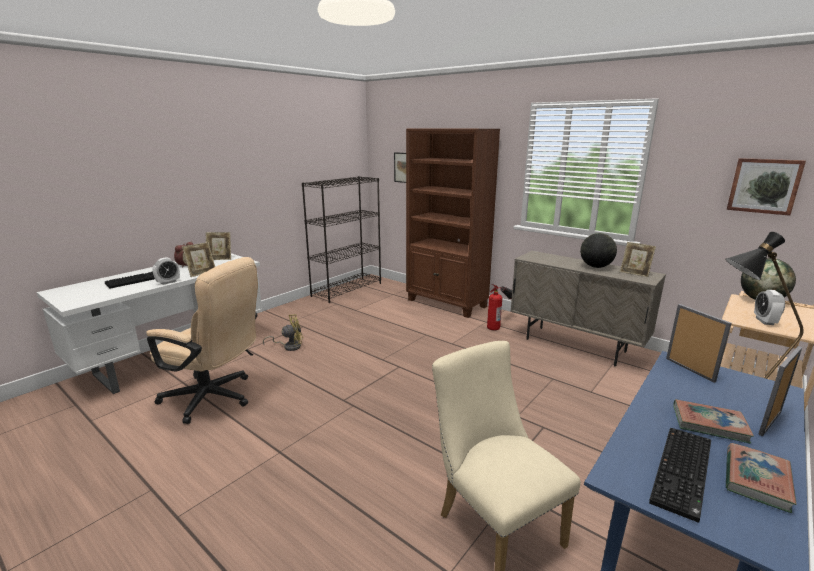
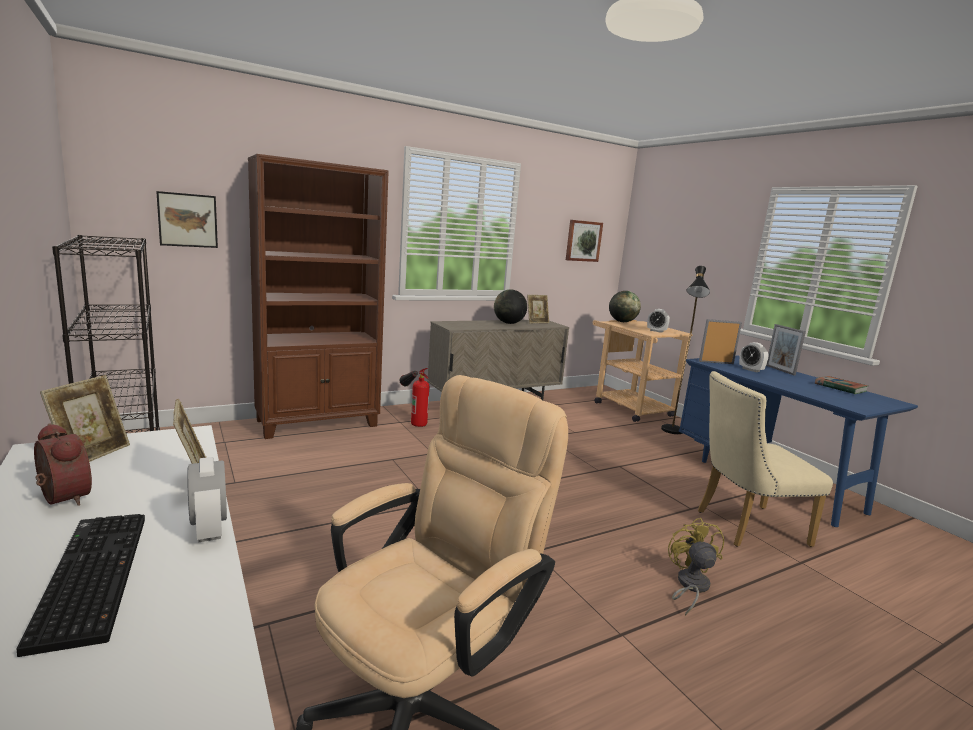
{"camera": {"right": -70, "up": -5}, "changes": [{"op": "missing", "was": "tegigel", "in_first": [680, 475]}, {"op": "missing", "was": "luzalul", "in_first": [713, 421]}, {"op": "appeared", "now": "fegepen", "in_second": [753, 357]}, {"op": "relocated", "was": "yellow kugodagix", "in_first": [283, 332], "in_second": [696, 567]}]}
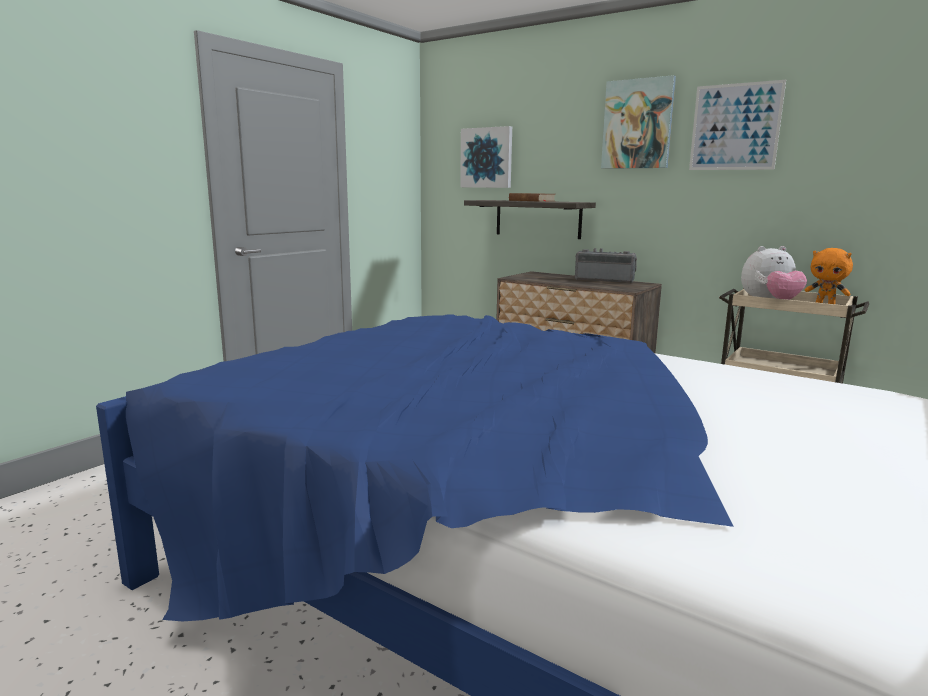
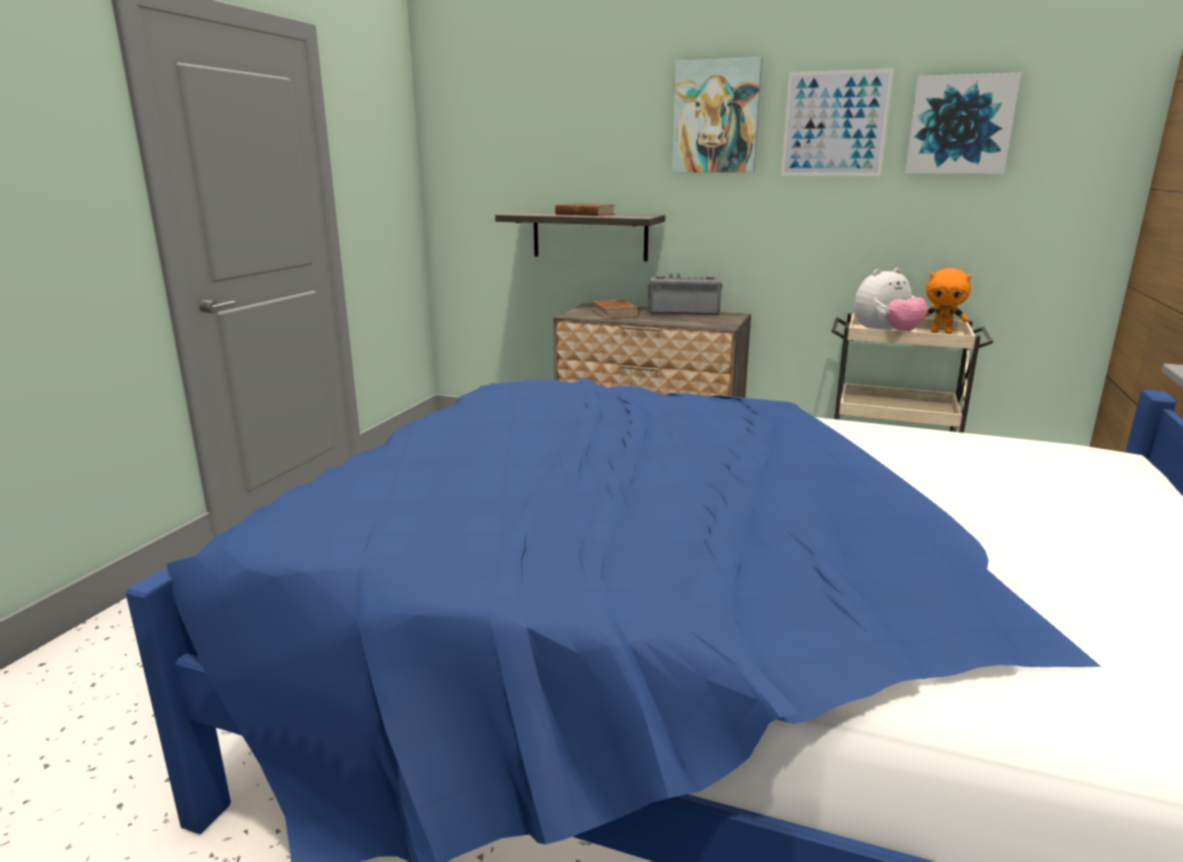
{"camera": {"right": -15, "up": 5}, "changes": [{"op": "appeared", "now": "brown luzalul", "in_second": [615, 309]}, {"op": "relocated", "was": "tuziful", "in_first": [486, 157], "in_second": [963, 123]}]}
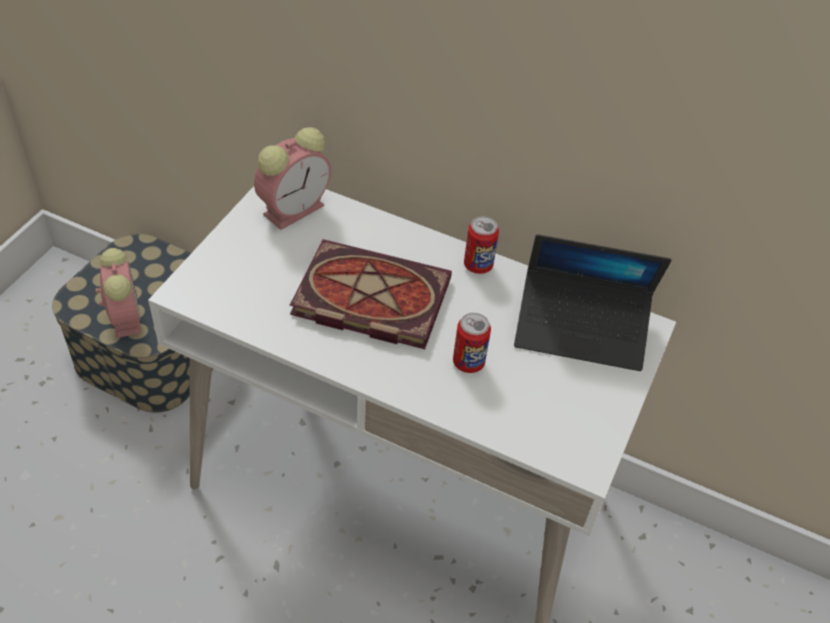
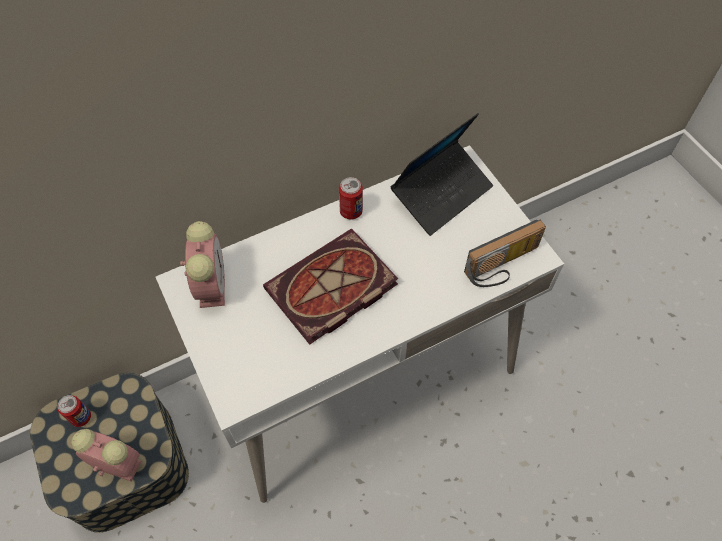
{"camera": {"right": -50, "up": 10}, "changes": [{"op": "appeared", "now": "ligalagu", "in_second": [505, 253]}, {"op": "relocated", "was": "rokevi", "in_first": [472, 343], "in_second": [74, 411]}]}
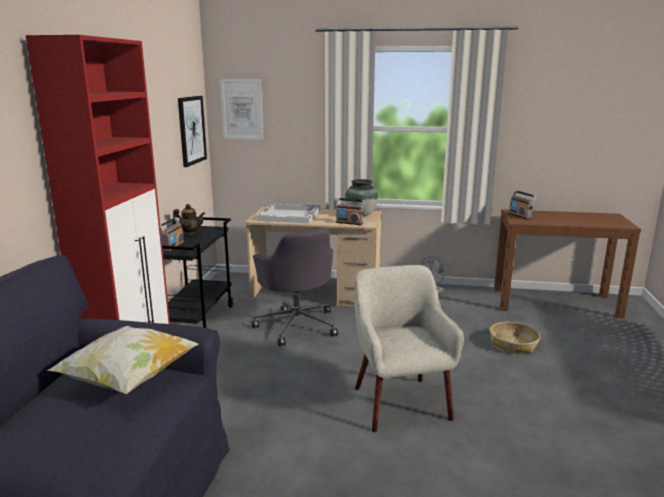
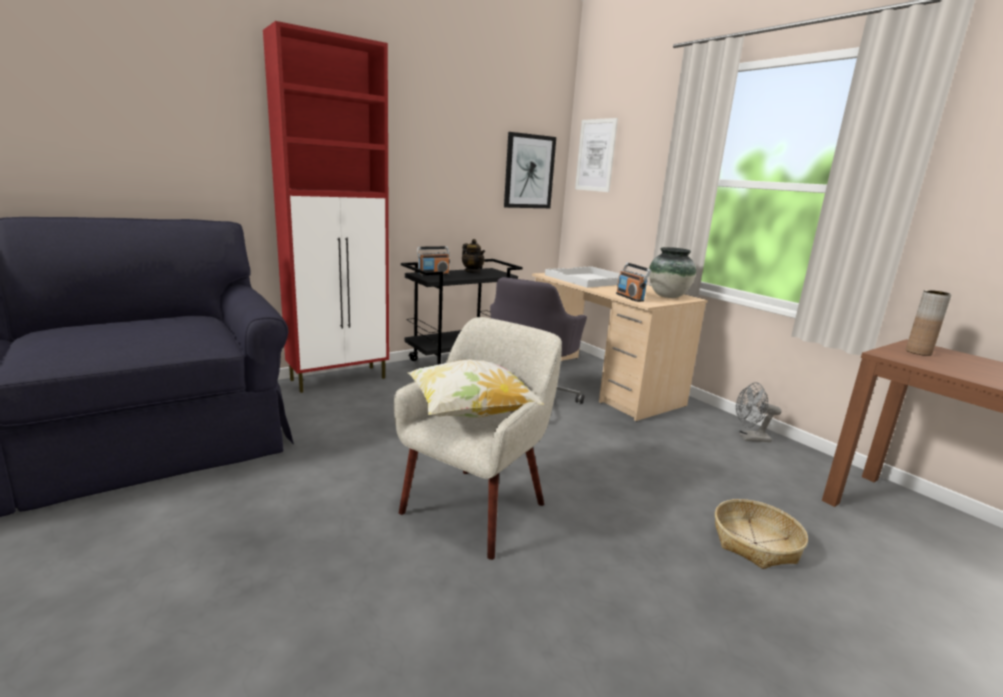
{"camera": {"right": 45, "up": 0}, "changes": [{"op": "relocated", "was": "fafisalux", "in_first": [123, 360], "in_second": [475, 388]}, {"op": "exchanged", "was": "ligalagu", "now": "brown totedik", "in_first": [522, 204], "in_second": [929, 323]}]}
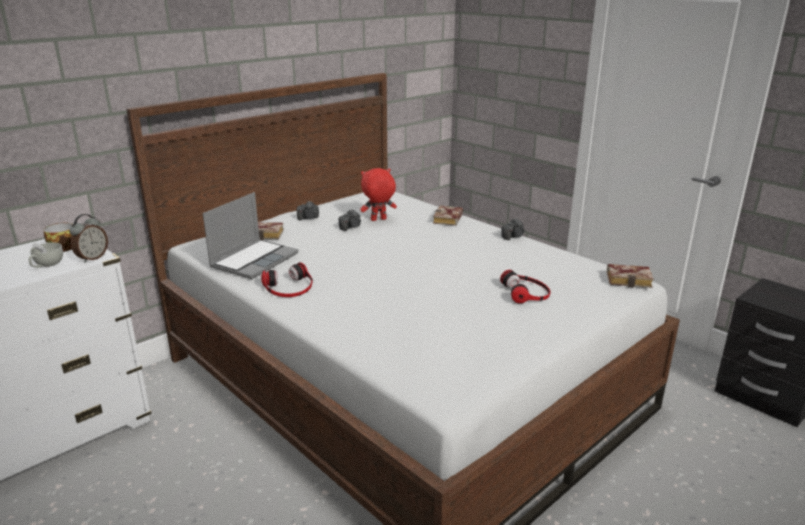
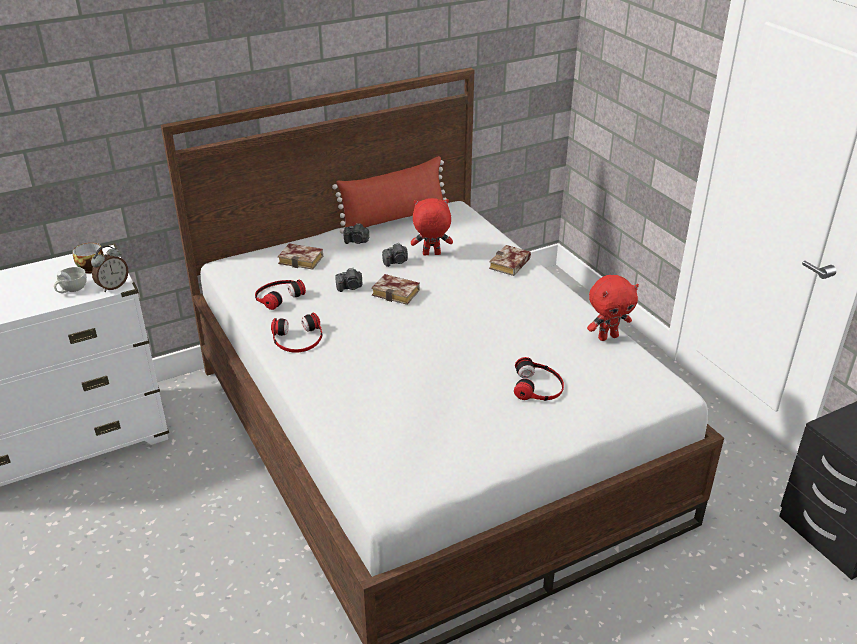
{"camera": {"right": 15, "up": 10}, "changes": [{"op": "appeared", "now": "red fafisalux", "in_second": [390, 195]}, {"op": "appeared", "now": "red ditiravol", "in_second": [613, 308]}, {"op": "relocated", "was": "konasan", "in_first": [513, 229], "in_second": [349, 280]}, {"op": "relocated", "was": "luzalul", "in_first": [630, 276], "in_second": [396, 289]}, {"op": "exchanged", "was": "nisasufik", "now": "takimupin", "in_first": [251, 235], "in_second": [280, 295]}]}
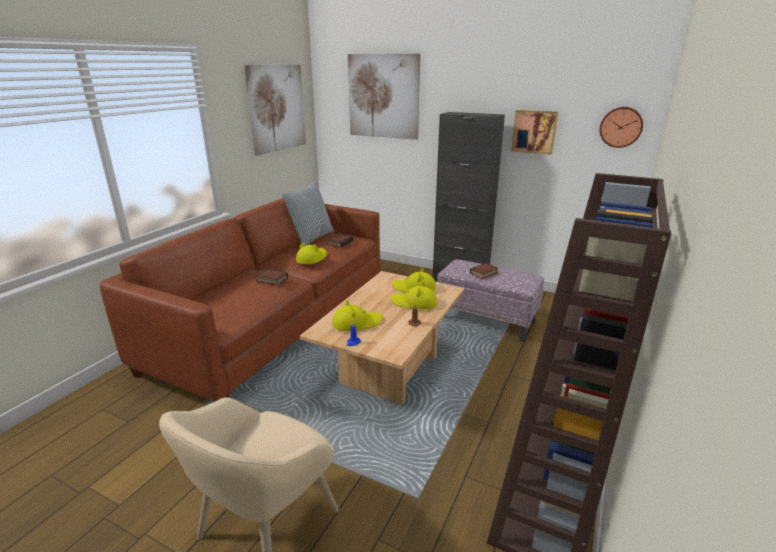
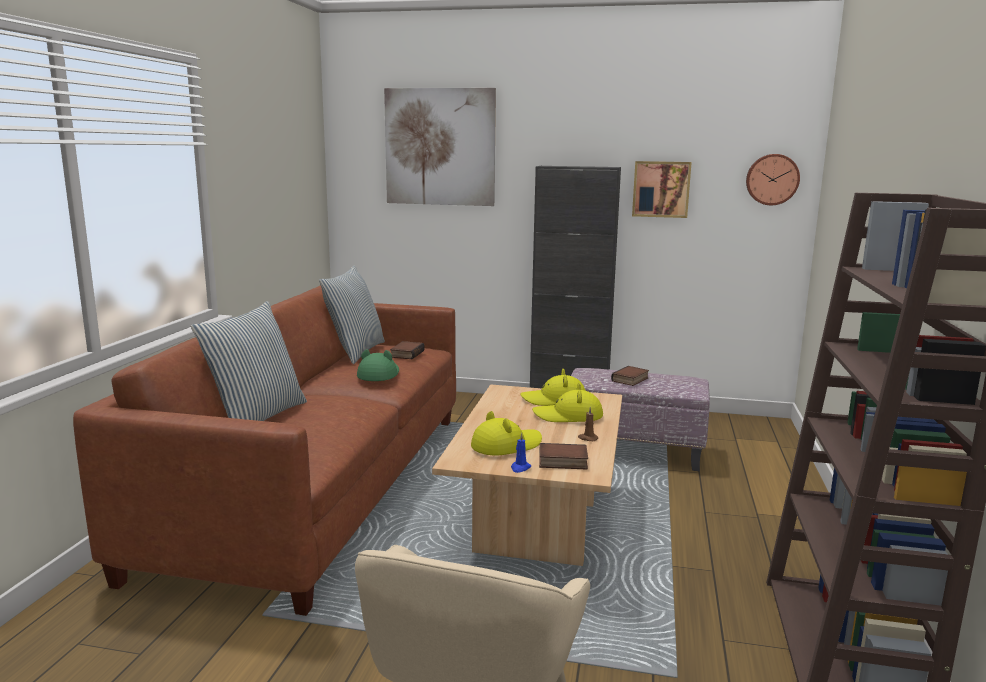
{"camera": {"right": -15, "up": -10}, "changes": [{"op": "missing", "was": "tuziful", "in_first": [275, 110]}, {"op": "appeared", "now": "fafisalux", "in_second": [249, 361]}, {"op": "relocated", "was": "luzalul", "in_first": [271, 277], "in_second": [563, 456]}, {"op": "colour", "was": "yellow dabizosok", "now": "green dabizosok", "in_first": [311, 253], "in_second": [378, 365]}]}
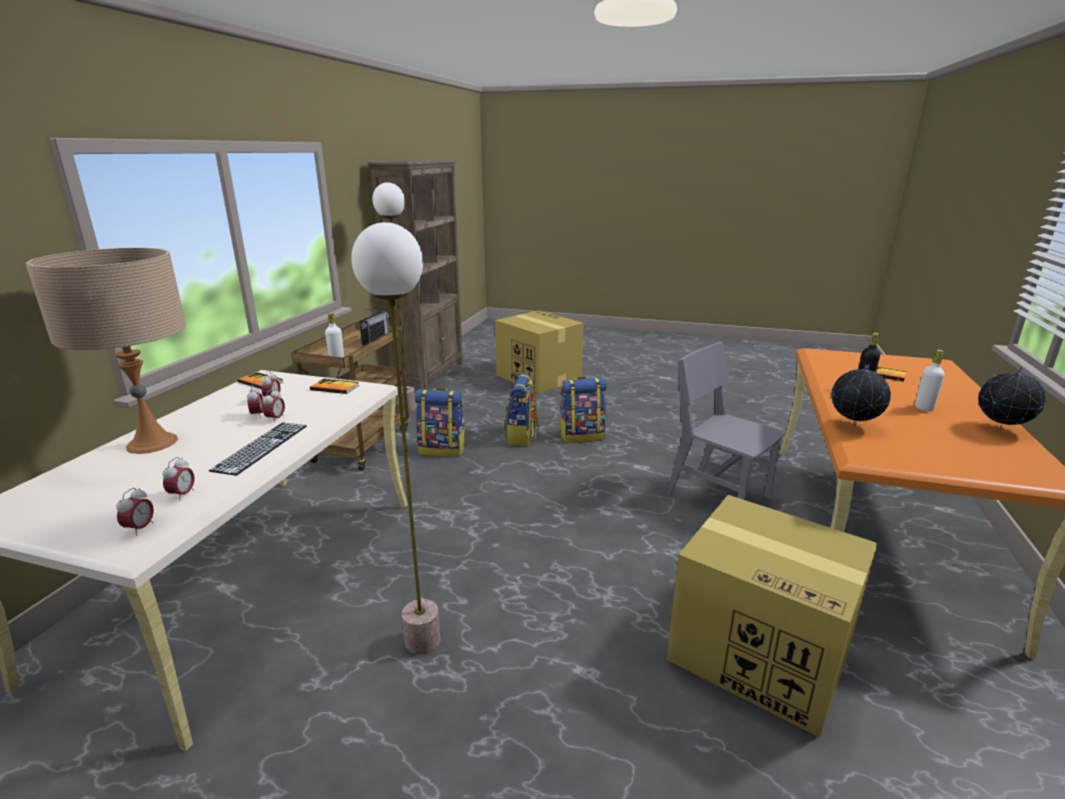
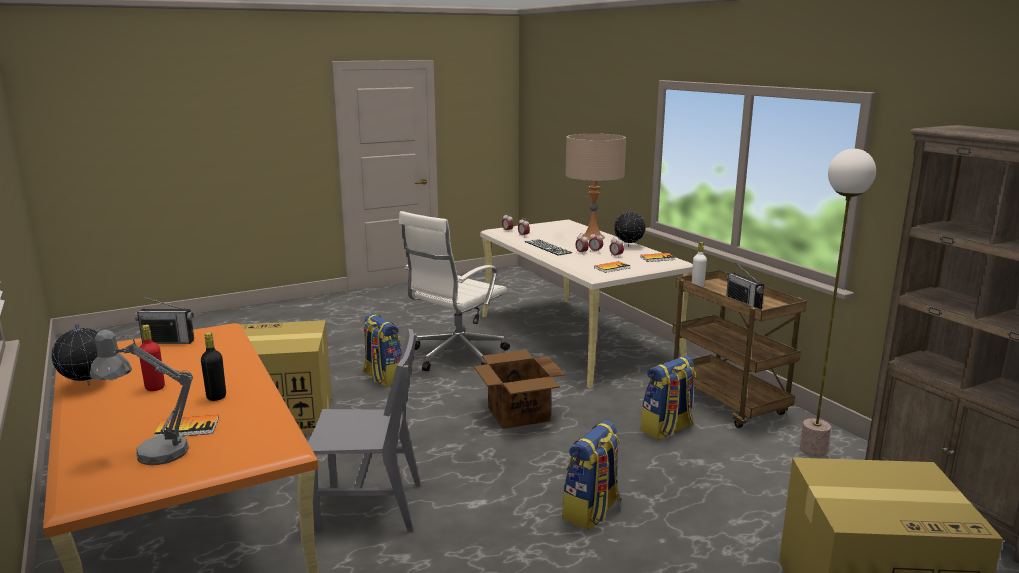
{"camera": {"right": 135, "up": -5}, "changes": [{"op": "appeared", "now": "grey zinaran", "in_second": [141, 397]}, {"op": "appeared", "now": "ligalagu", "in_second": [164, 320]}, {"op": "appeared", "now": "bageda", "in_second": [519, 389]}, {"op": "relocated", "was": "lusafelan", "in_first": [522, 409], "in_second": [382, 350]}, {"op": "relocated", "was": "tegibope", "in_first": [861, 395], "in_second": [630, 227]}, {"op": "exchanged", "was": "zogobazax", "now": "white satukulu", "in_first": [395, 438], "in_second": [454, 291]}, {"op": "colour", "was": "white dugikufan", "now": "red dugikufan", "in_first": [930, 380], "in_second": [152, 358]}]}
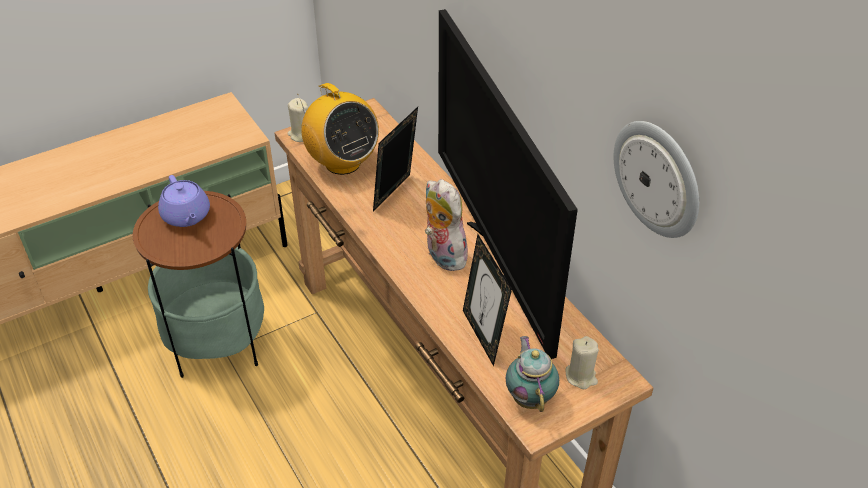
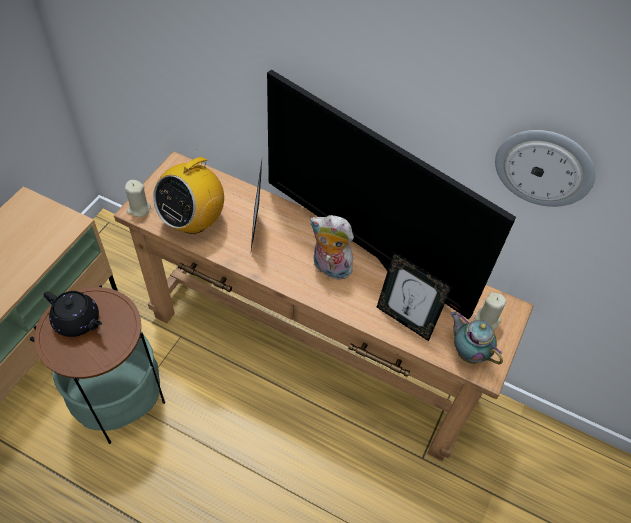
{"camera": {"right": -35, "up": 10}, "changes": [{"op": "colour", "was": "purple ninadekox", "now": "black ninadekox", "in_first": [184, 201], "in_second": [73, 314]}, {"op": "spun", "was": "ligalagu", "in_first": [338, 129], "in_second": [188, 191], "clockwise": 105}]}
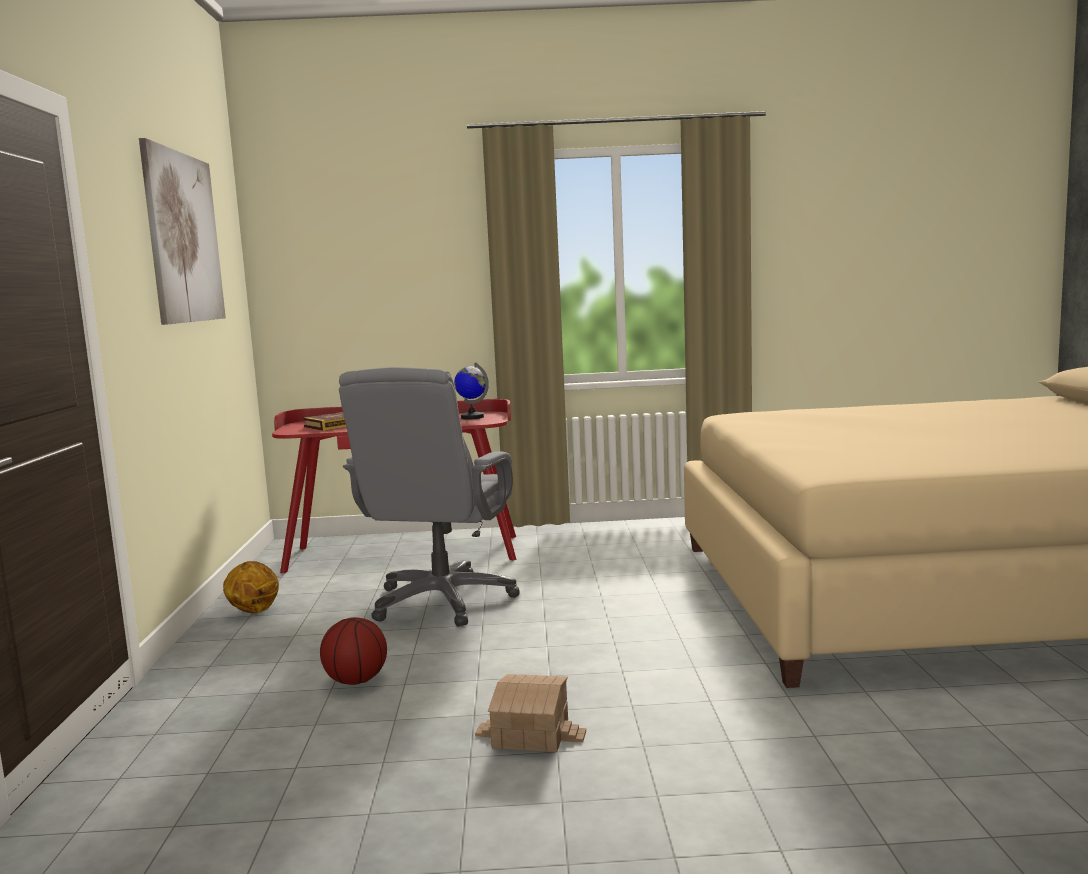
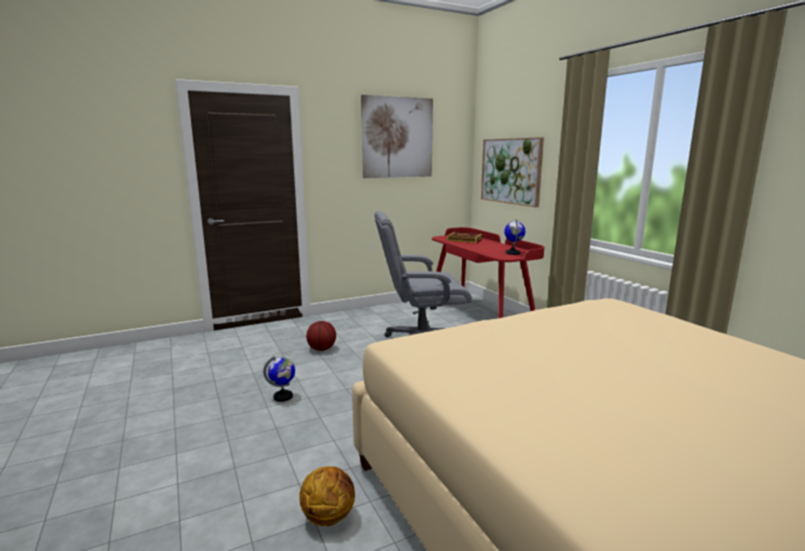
{"camera": {"right": 65, "up": 5}, "changes": [{"op": "appeared", "now": "tuziful", "in_second": [512, 172]}, {"op": "relocated", "was": "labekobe", "in_first": [251, 587], "in_second": [327, 496]}, {"op": "exchanged", "was": "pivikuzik", "now": "tegibope", "in_first": [530, 713], "in_second": [279, 379]}]}
